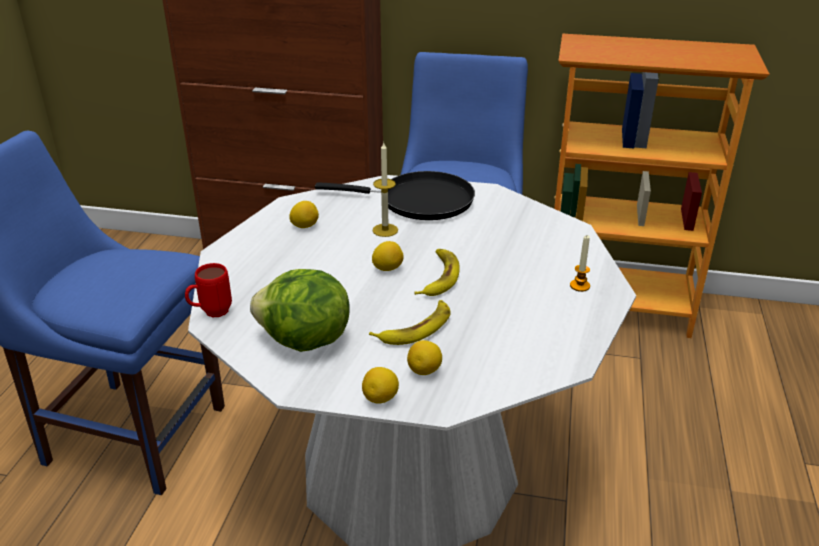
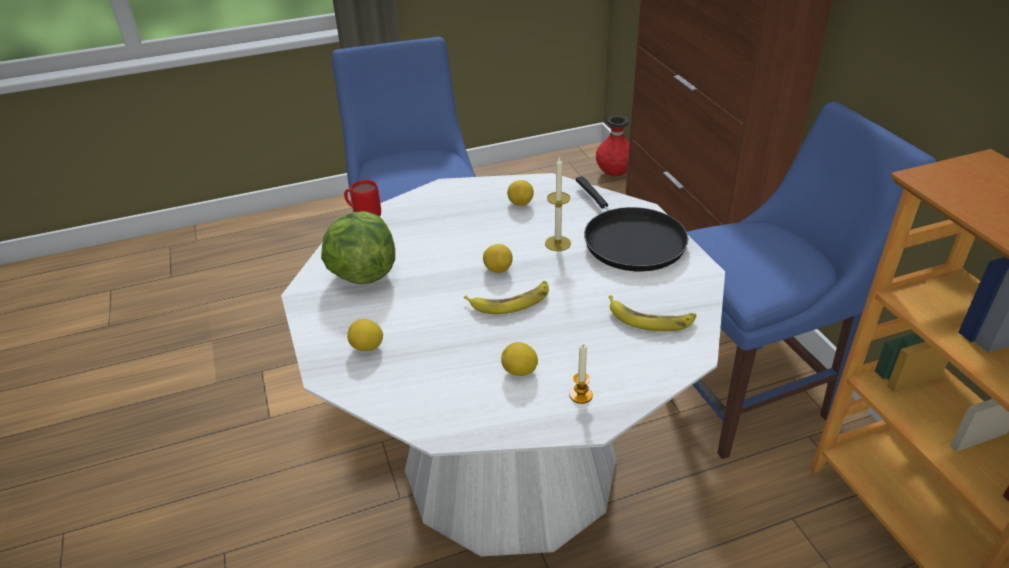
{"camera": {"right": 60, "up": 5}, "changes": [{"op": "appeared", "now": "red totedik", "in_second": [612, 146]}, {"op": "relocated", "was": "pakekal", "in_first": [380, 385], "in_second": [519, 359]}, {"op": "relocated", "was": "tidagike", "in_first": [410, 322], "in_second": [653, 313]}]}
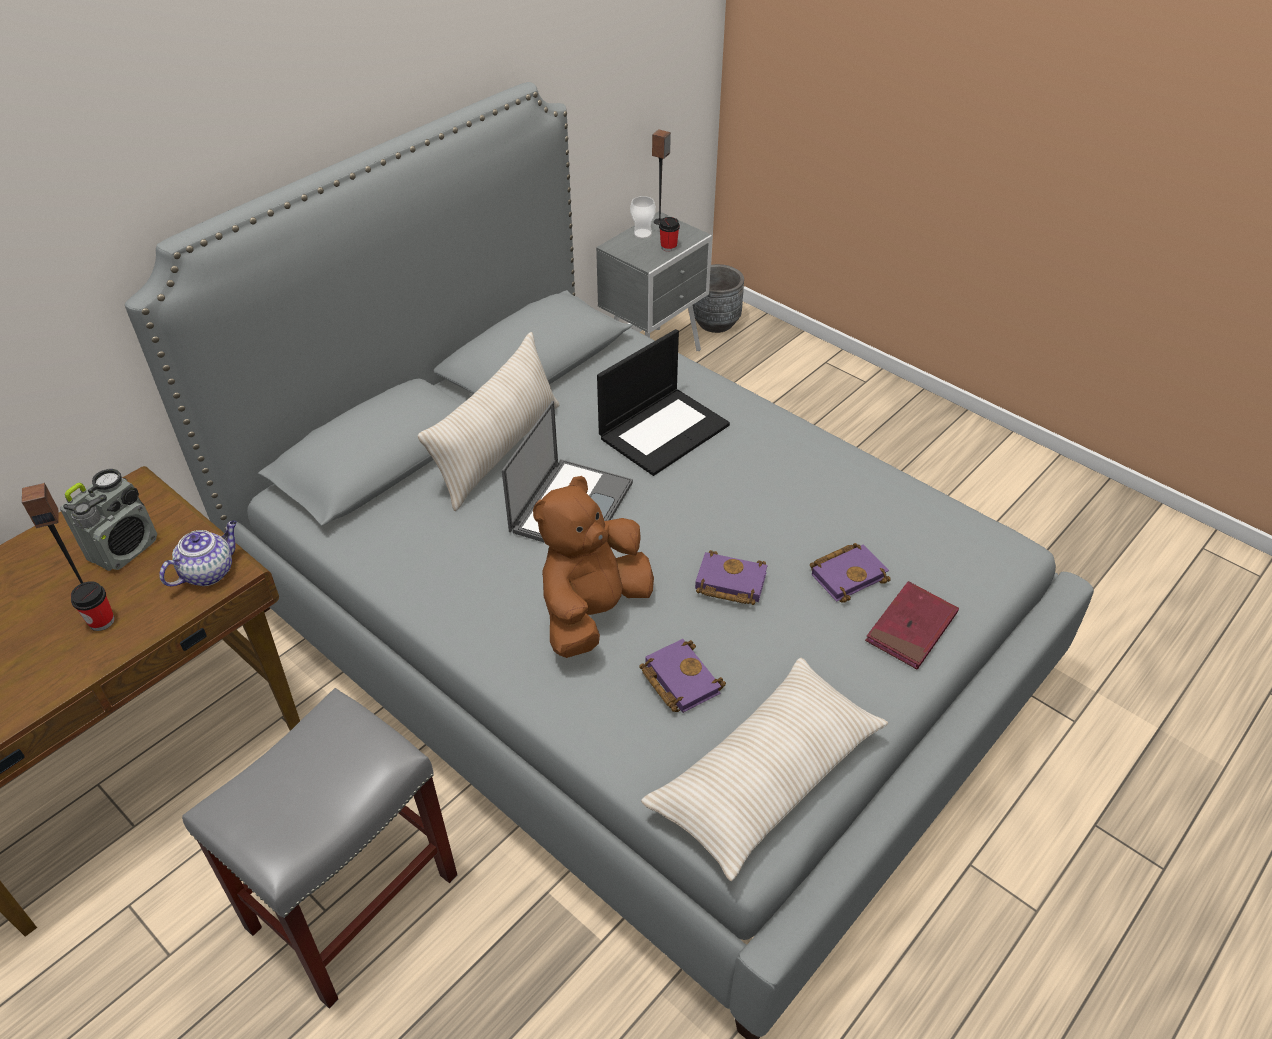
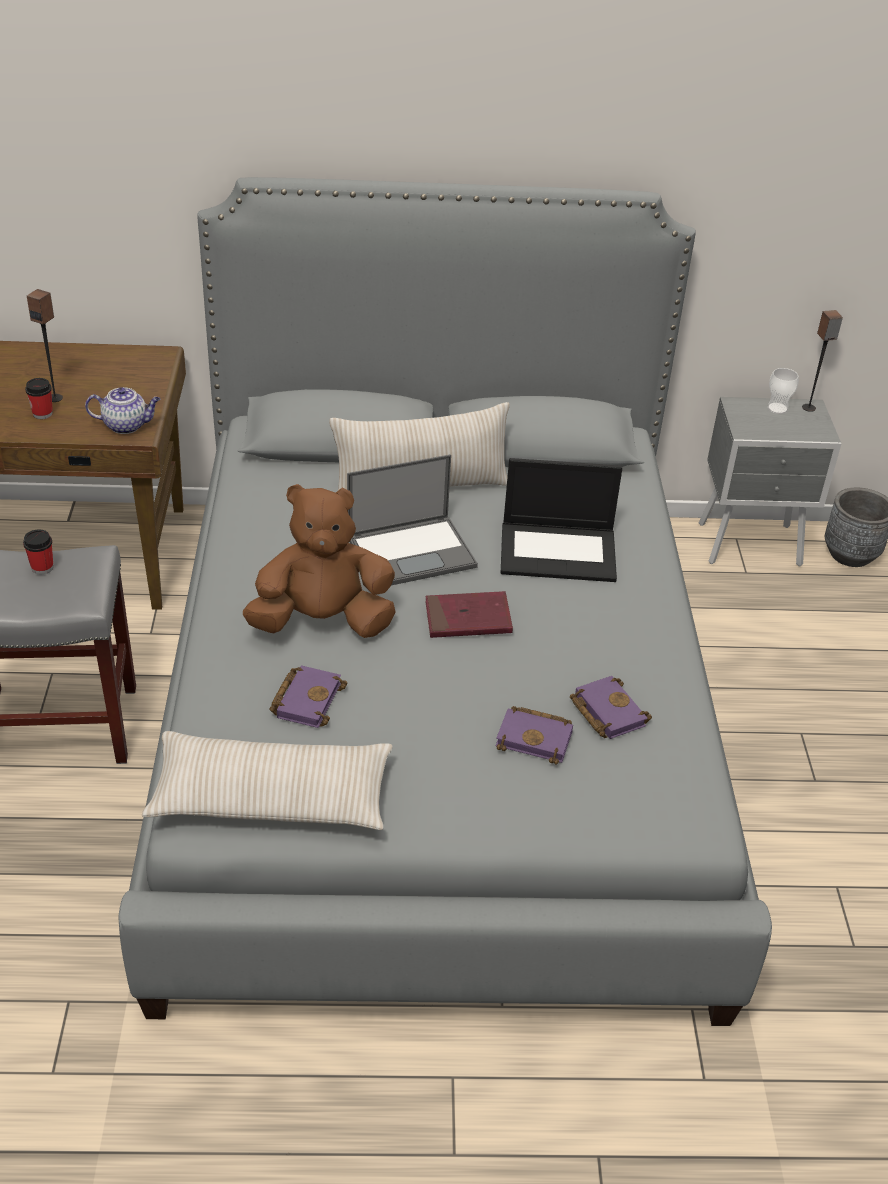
{"camera": {"right": 45, "up": -5}, "changes": [{"op": "missing", "was": "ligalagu", "in_first": [108, 520]}, {"op": "relocated", "was": "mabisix", "in_first": [669, 234], "in_second": [38, 551]}, {"op": "relocated", "was": "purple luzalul", "in_first": [731, 577], "in_second": [611, 707]}, {"op": "relocated", "was": "red luzalul", "in_first": [912, 625], "in_second": [469, 614]}]}
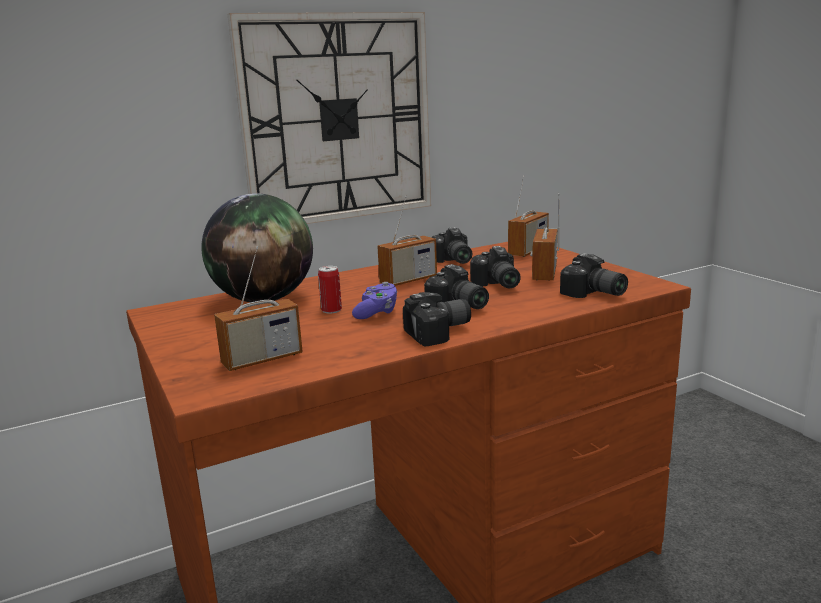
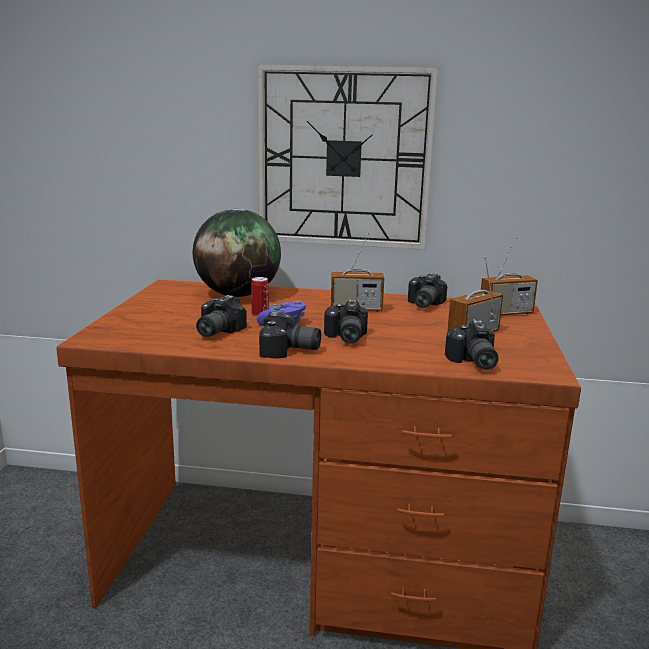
{"camera": {"right": 35, "up": 0}, "changes": [{"op": "missing", "was": "ligalagu", "in_first": [258, 308]}, {"op": "relocated", "was": "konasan", "in_first": [495, 267], "in_second": [221, 316]}]}
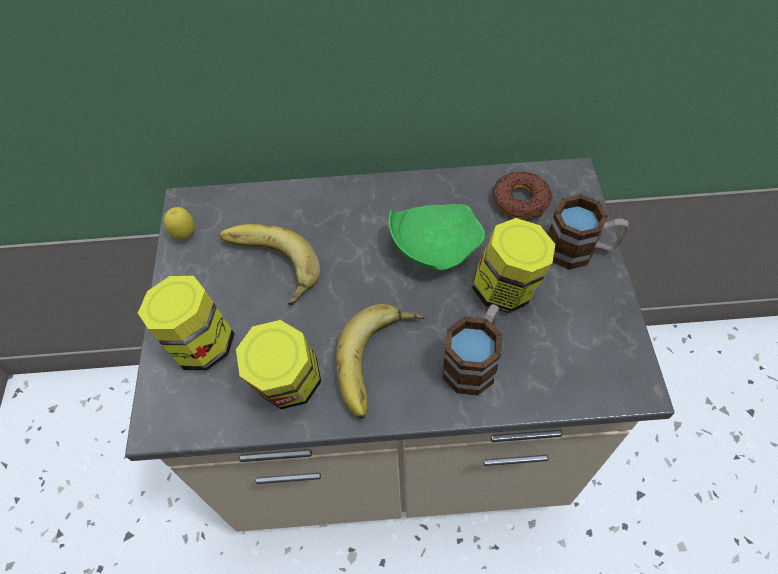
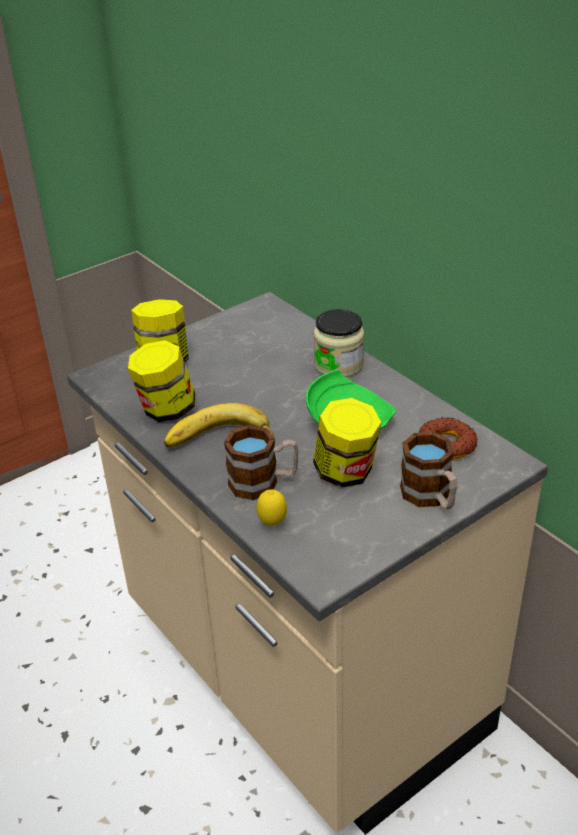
{"camera": {"right": 55, "up": -20}, "changes": [{"op": "missing", "was": "tidagike", "in_first": [270, 264]}, {"op": "appeared", "now": "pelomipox", "in_second": [339, 343]}, {"op": "relocated", "was": "pakekal", "in_first": [179, 223], "in_second": [272, 507]}]}
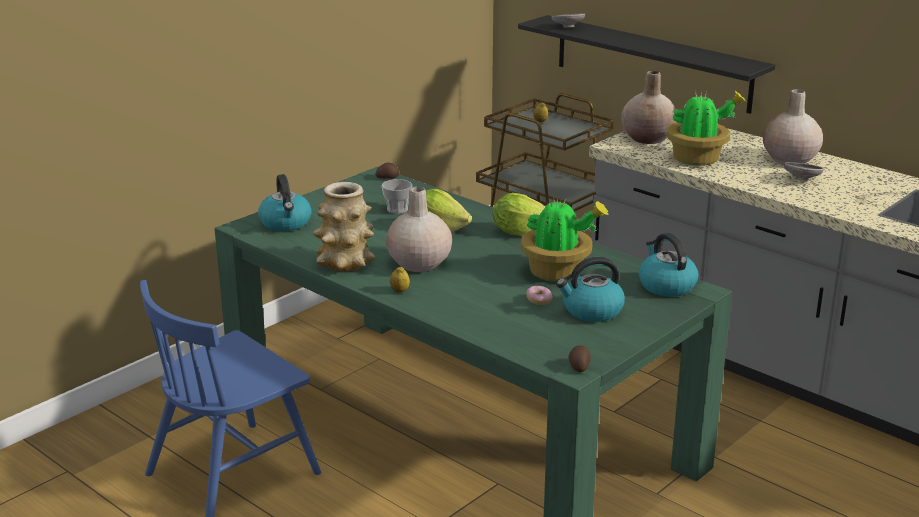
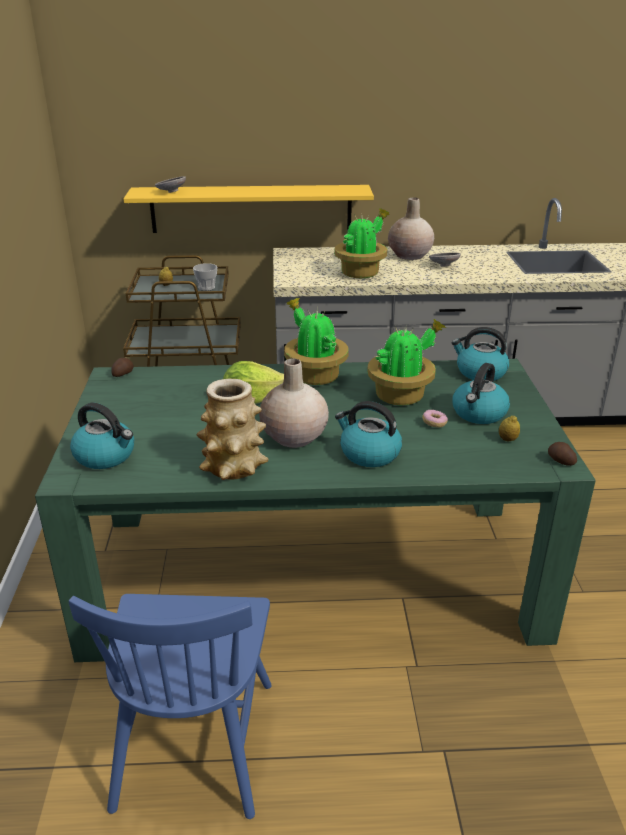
{"camera": {"right": -45, "up": 5}, "changes": [{"op": "missing", "was": "beige totedik", "in_first": [648, 107]}, {"op": "appeared", "now": "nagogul", "in_second": [368, 434]}, {"op": "relocated", "was": "mabisix", "in_first": [397, 196], "in_second": [205, 277]}, {"op": "relocated", "was": "pakekal", "in_first": [400, 279], "in_second": [509, 428]}, {"op": "exchanged", "was": "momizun", "now": "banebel", "in_first": [519, 214], "in_second": [316, 341]}, {"op": "colour", "was": "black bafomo", "now": "yellow bafomo", "in_first": [646, 64], "in_second": [248, 209]}]}
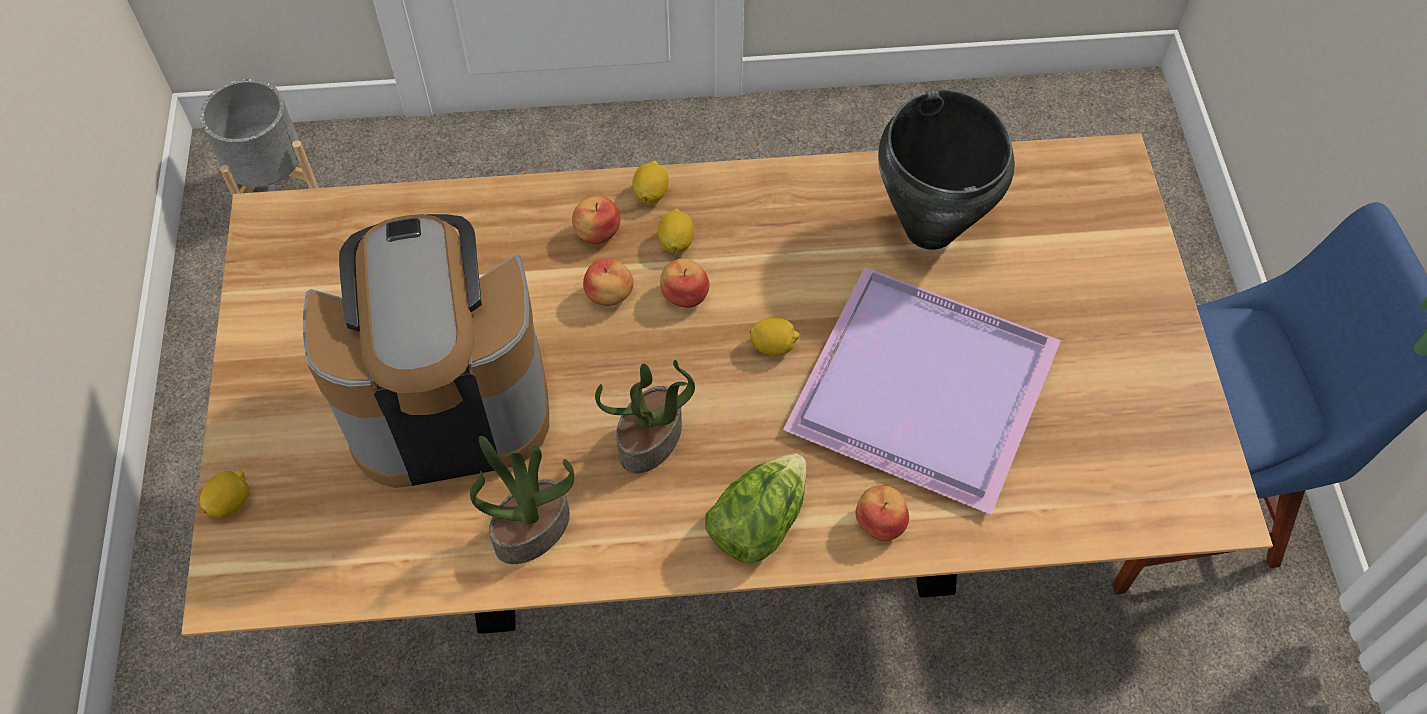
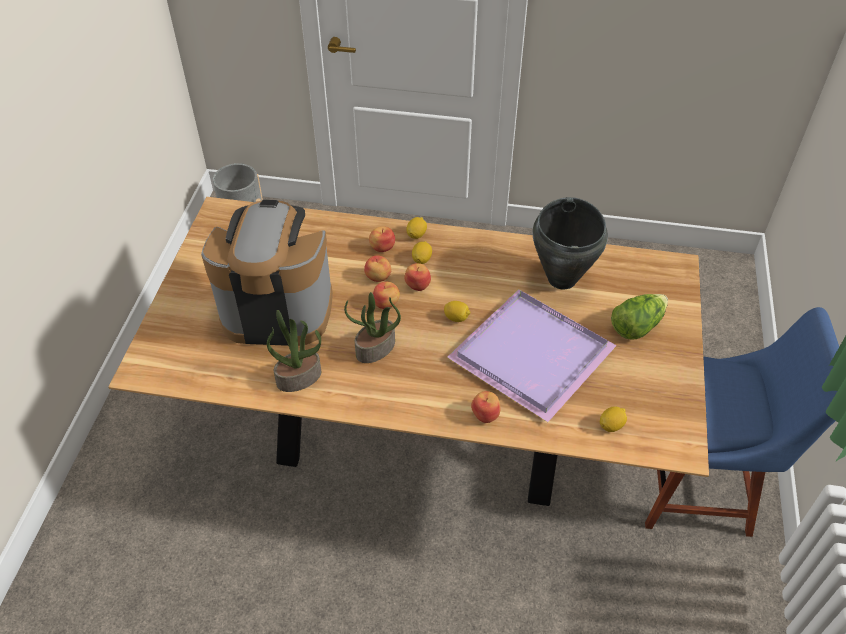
{"camera": {"right": 15, "up": -10}, "changes": [{"op": "appeared", "now": "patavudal", "in_second": [386, 295]}, {"op": "relocated", "was": "pakekal", "in_first": [224, 494], "in_second": [613, 419]}, {"op": "relocated", "was": "momizun", "in_first": [756, 508], "in_second": [639, 317]}]}
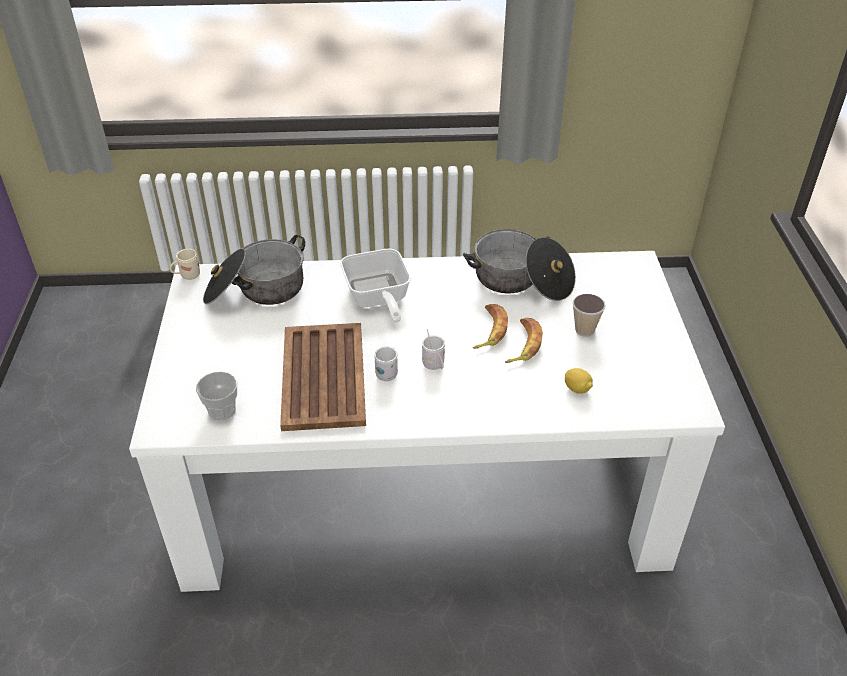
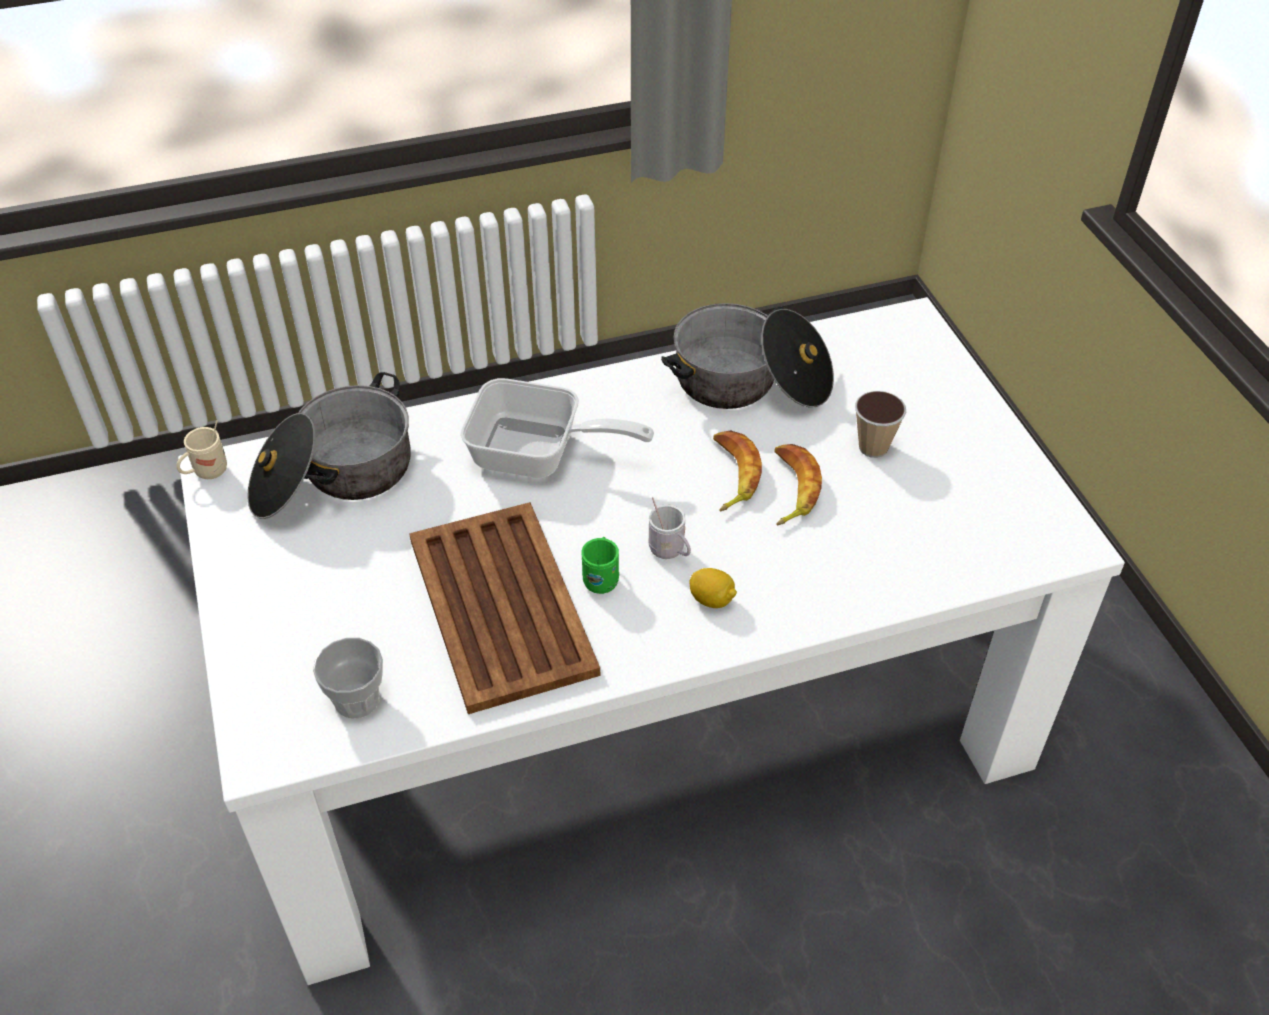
{"camera": {"right": -15, "up": 5}, "changes": [{"op": "relocated", "was": "pakekal", "in_first": [579, 381], "in_second": [713, 588]}, {"op": "colour", "was": "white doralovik", "now": "green doralovik", "in_first": [386, 363], "in_second": [600, 565]}, {"op": "spun", "was": "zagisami", "in_first": [375, 286], "in_second": [557, 428], "clockwise": -45}]}
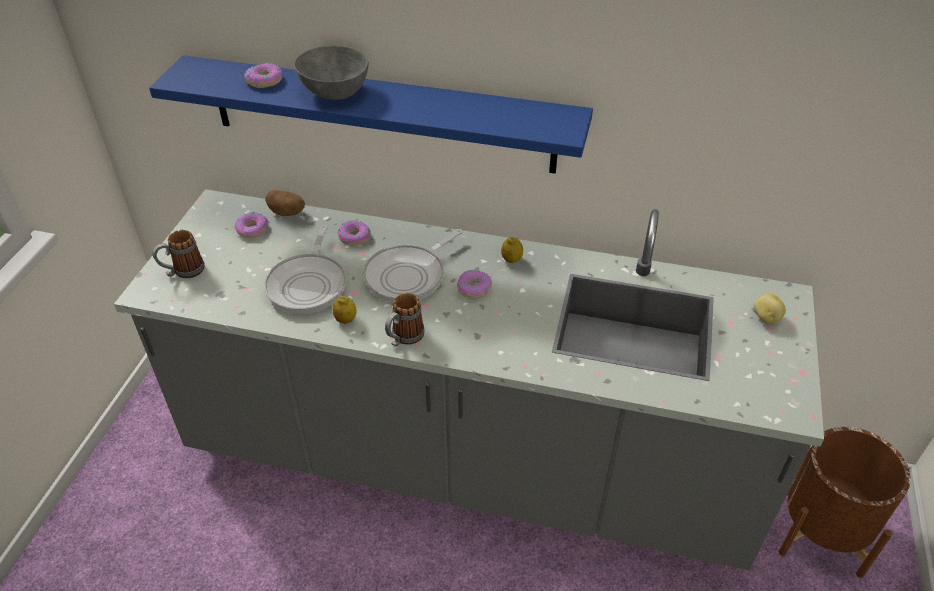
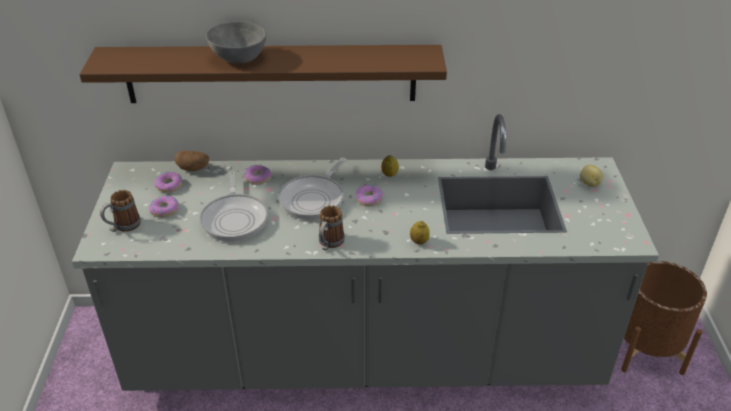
{"camera": {"right": -15, "up": -5}, "changes": [{"op": "relocated", "was": "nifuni", "in_first": [263, 75], "in_second": [164, 206]}, {"op": "relocated", "was": "pakekal", "in_first": [344, 310], "in_second": [420, 232]}, {"op": "colour", "was": "blue bafomo", "now": "brown bafomo", "in_first": [371, 114], "in_second": [263, 74]}]}
